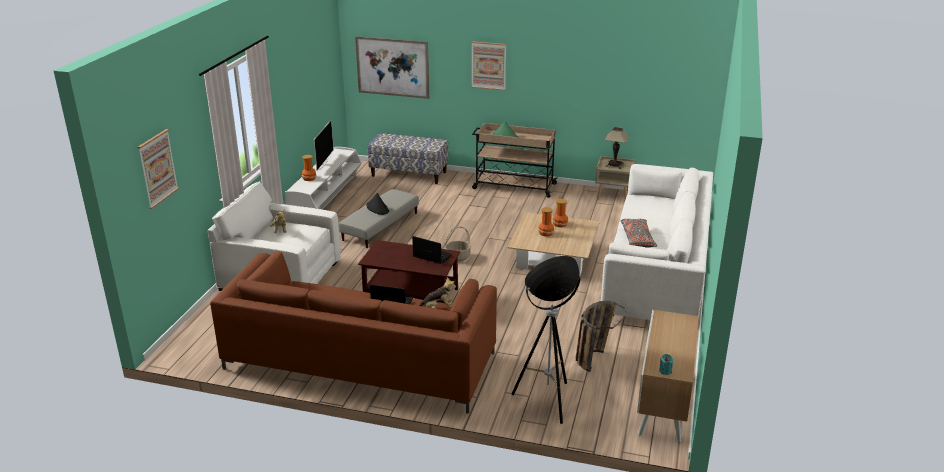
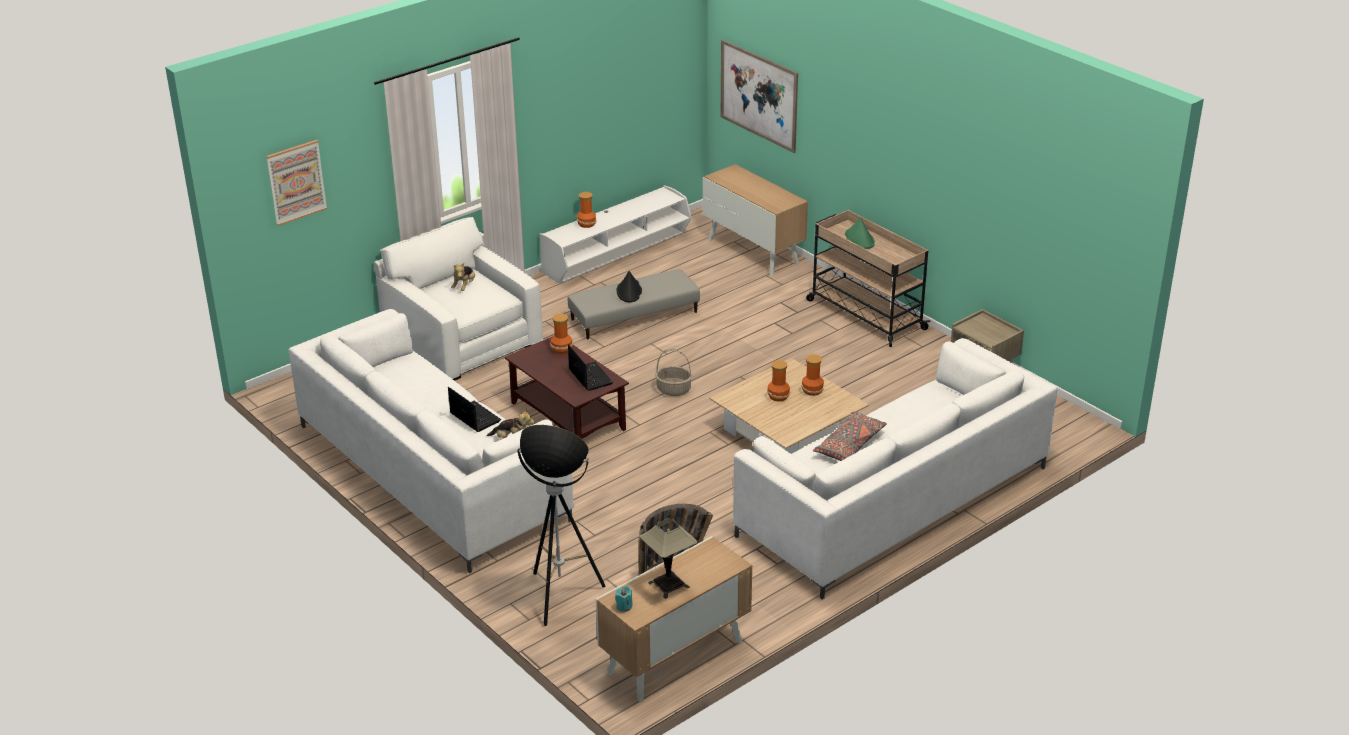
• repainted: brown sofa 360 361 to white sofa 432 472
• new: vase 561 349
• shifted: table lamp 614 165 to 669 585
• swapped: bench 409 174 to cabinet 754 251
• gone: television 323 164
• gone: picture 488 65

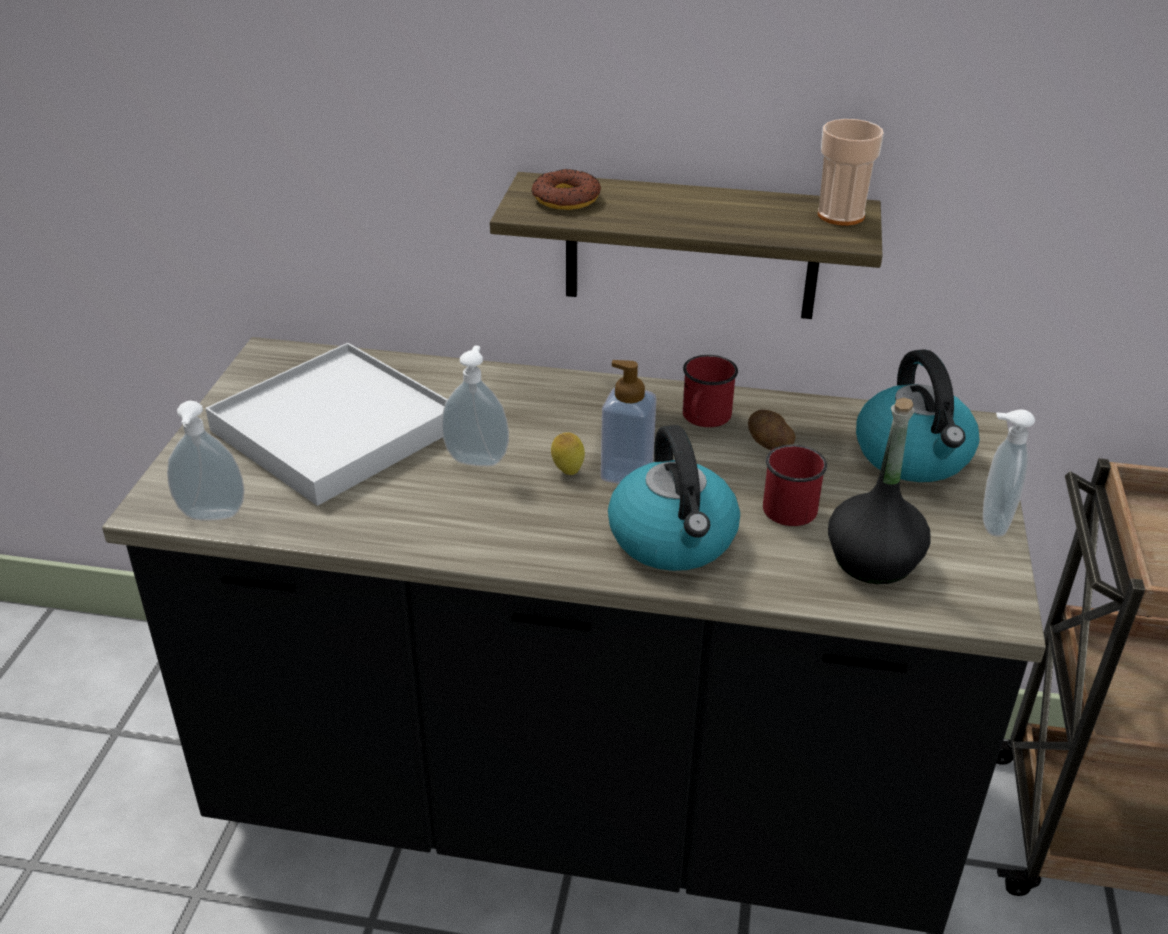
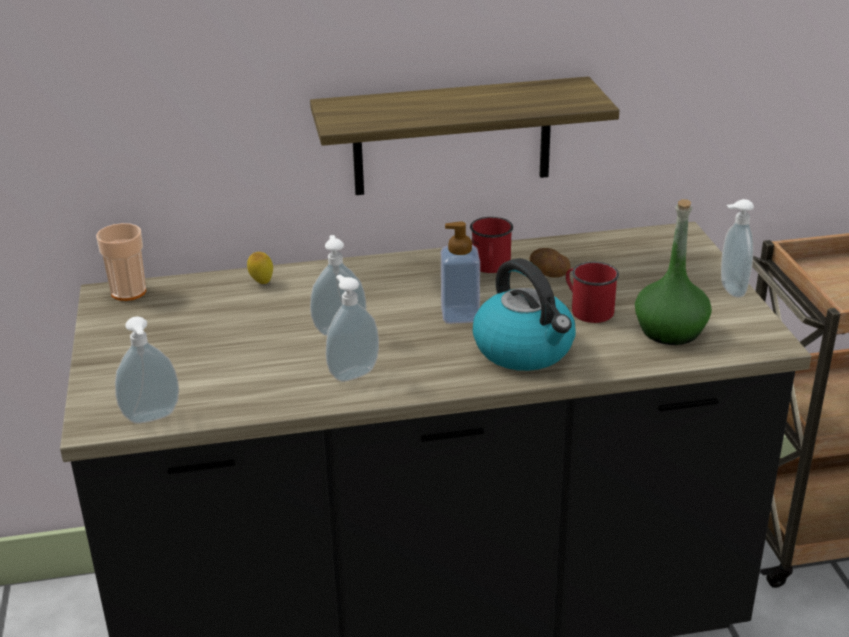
• shifted: cup 840 215 to 128 292
• shifted: lemon 567 472 to 261 282
• new: soap dispenser 352 373
• repainted: black bottle 873 561 to green bottle 670 331
• gone: white tray 335 429
• gone: donut 566 199
• gone: kettle 914 456

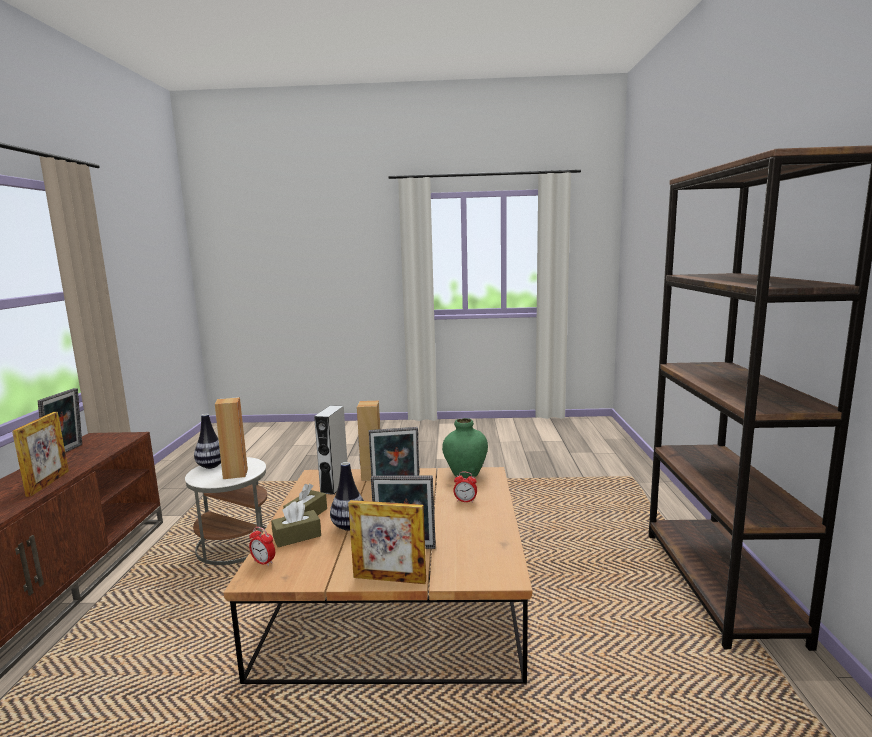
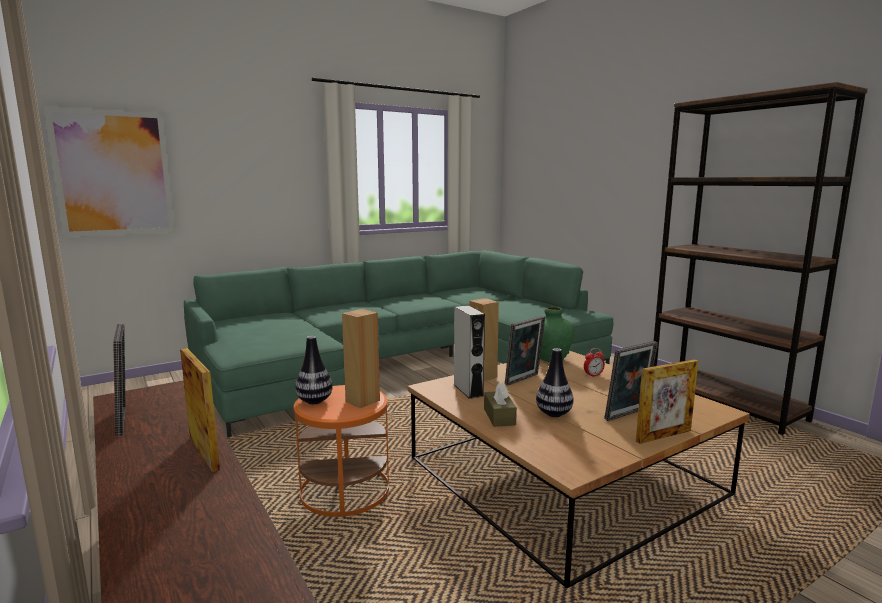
• new: picture 114 173
• new: green sofa 403 364
• repainted: white side table 235 545 to orange side table 344 491
• gone: alarm clock 263 562
• gone: brown tissue box 297 536

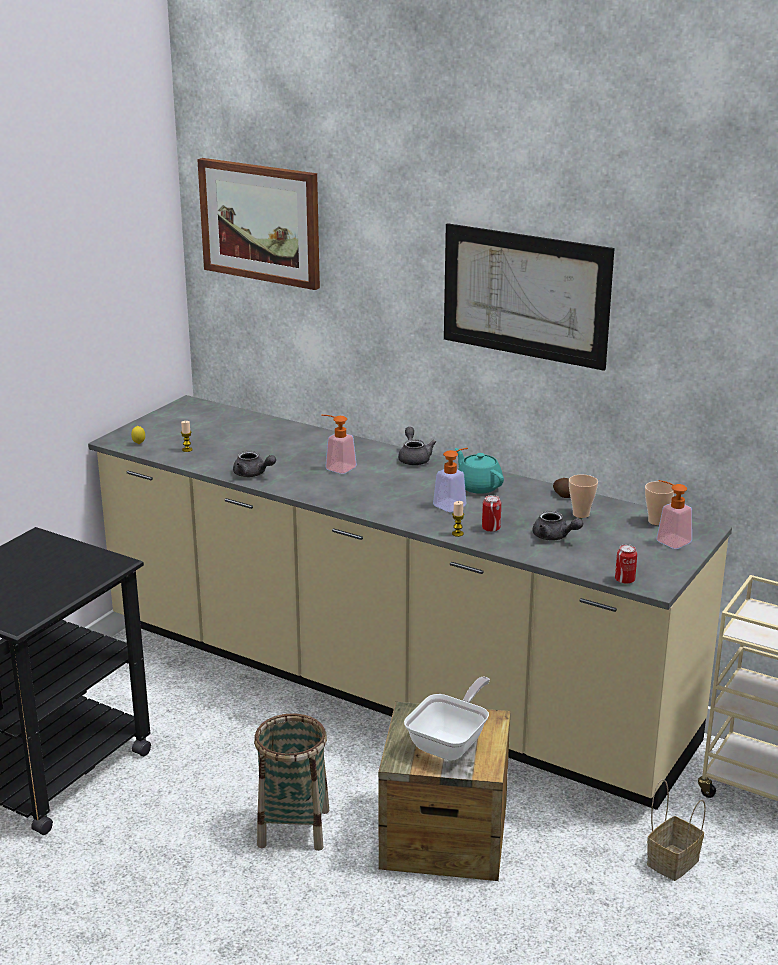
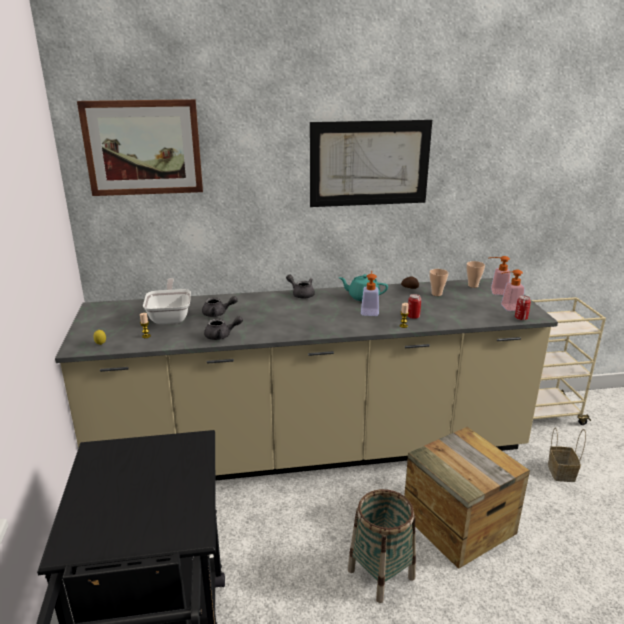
• shifted: frying pan 451 743 to 170 316
• shifted: grey teapot 554 537 to 218 313
• shifted: soap dispenser 336 467 to 507 308

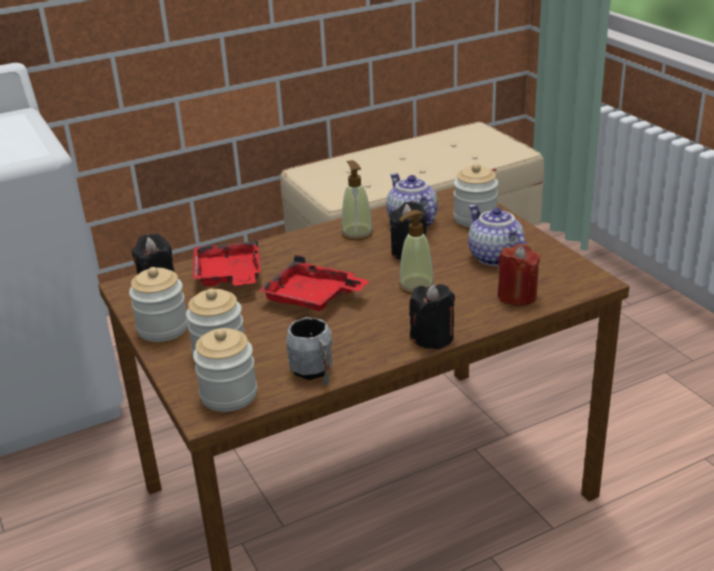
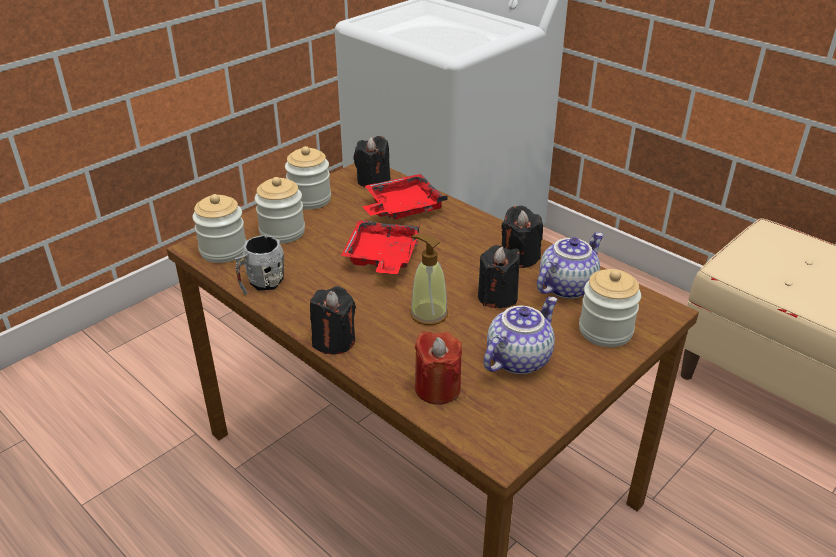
• swapped: soap dispenser 357 233 to black candle 519 257

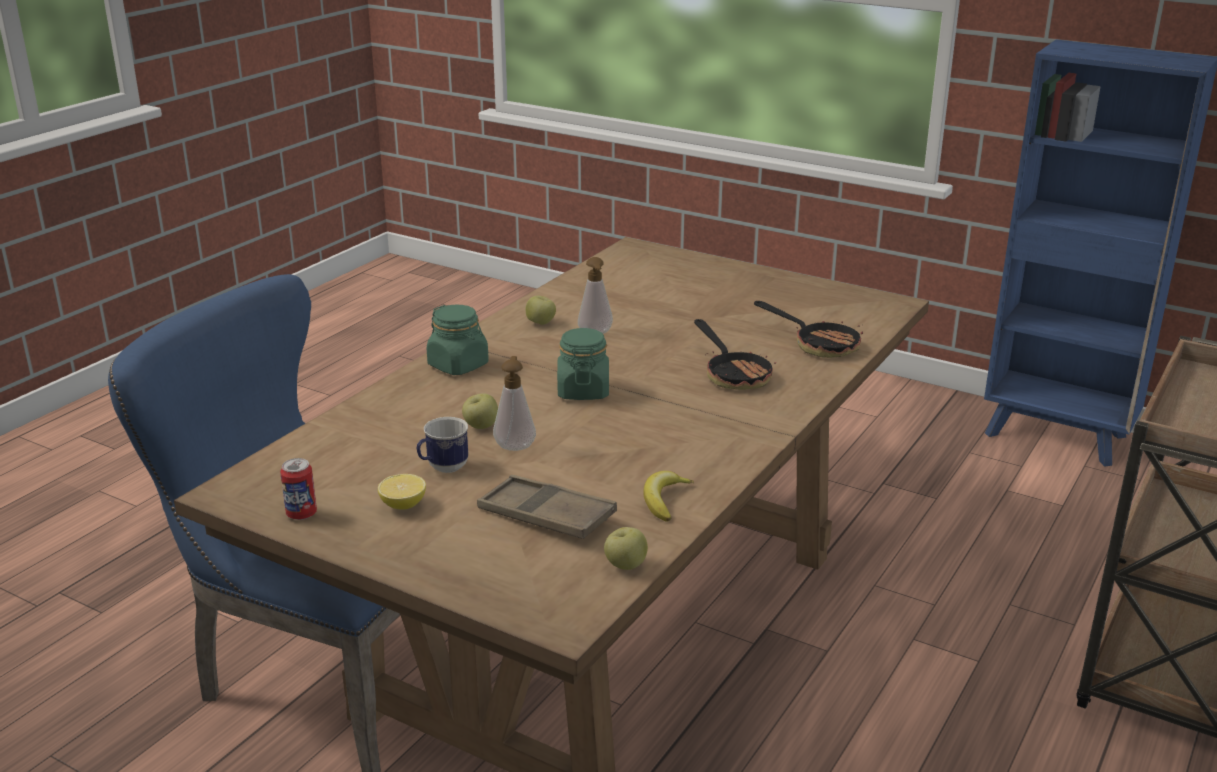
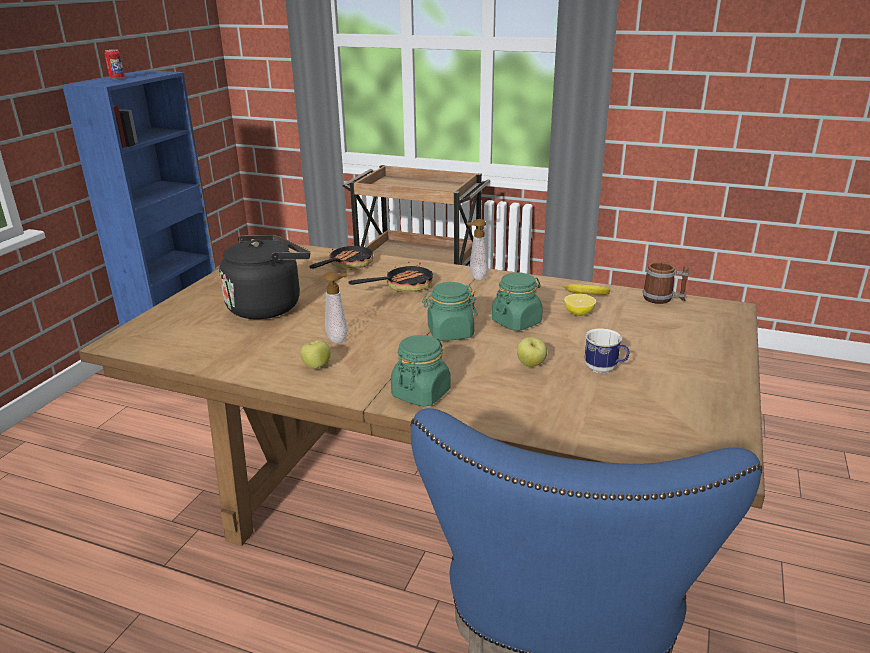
• shifted: can 301 514 to 117 78
• new: black kettle 268 306
• shifted: soap dispenser 515 445 to 476 277
• new: green jar 516 322
• shifted: lemon 403 505 to 578 313
• swapped: apple 625 565 to mug 663 299
• gone: brown tray 546 516

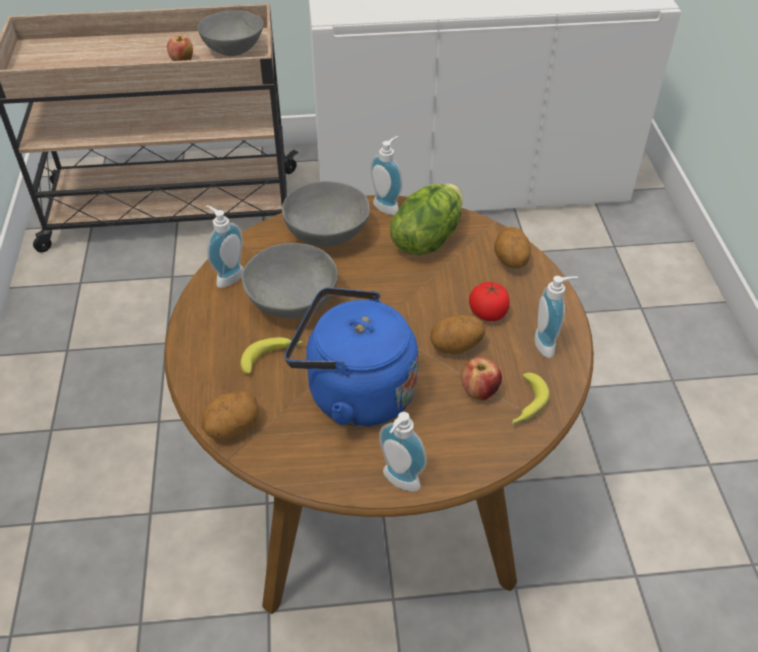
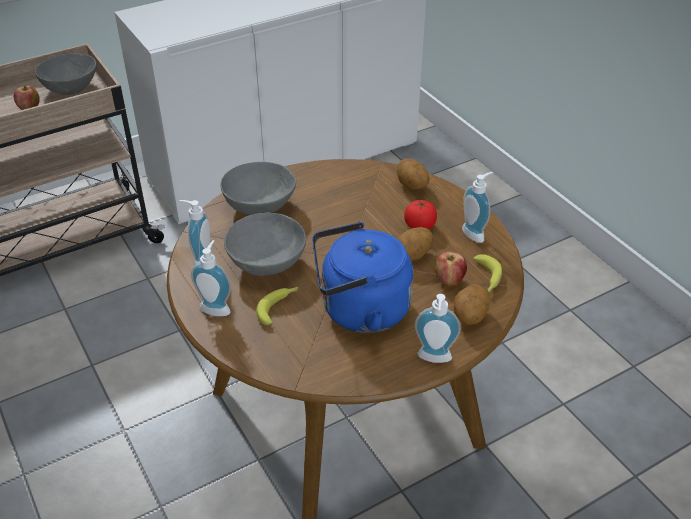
• shifted: soap dispenser 388 206 to 216 307
• shifted: potato 232 427 to 469 316
• gone: lettuce 426 238

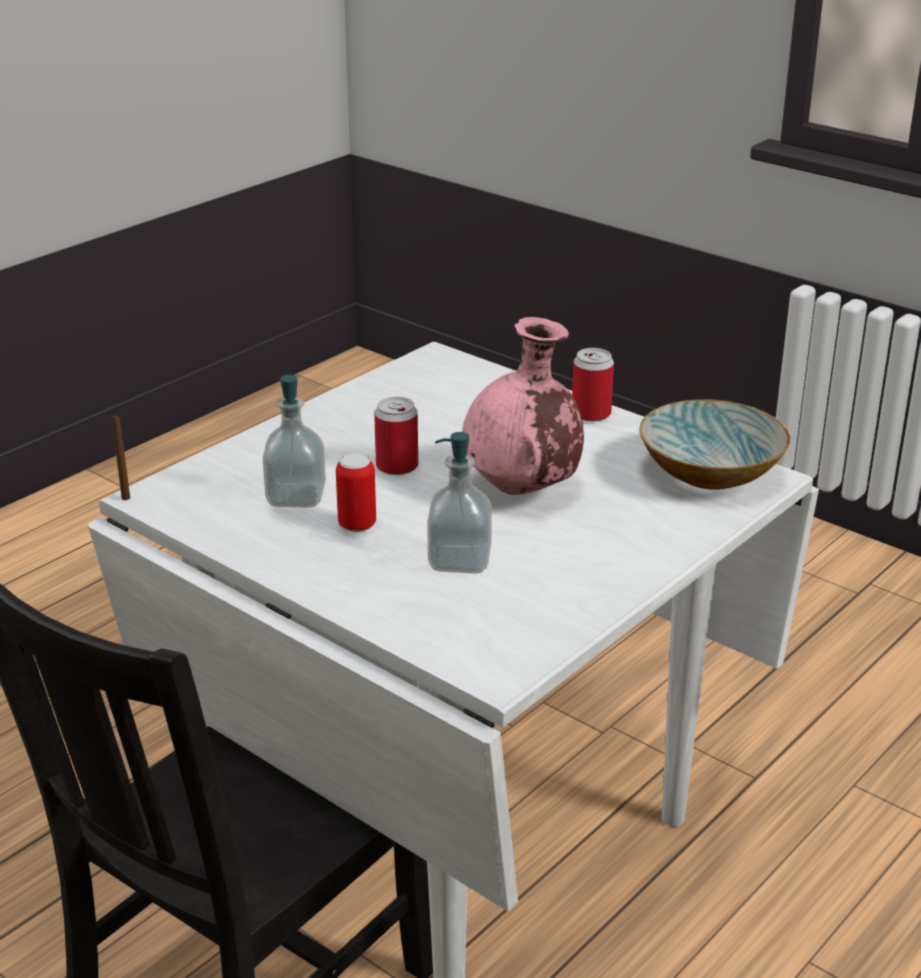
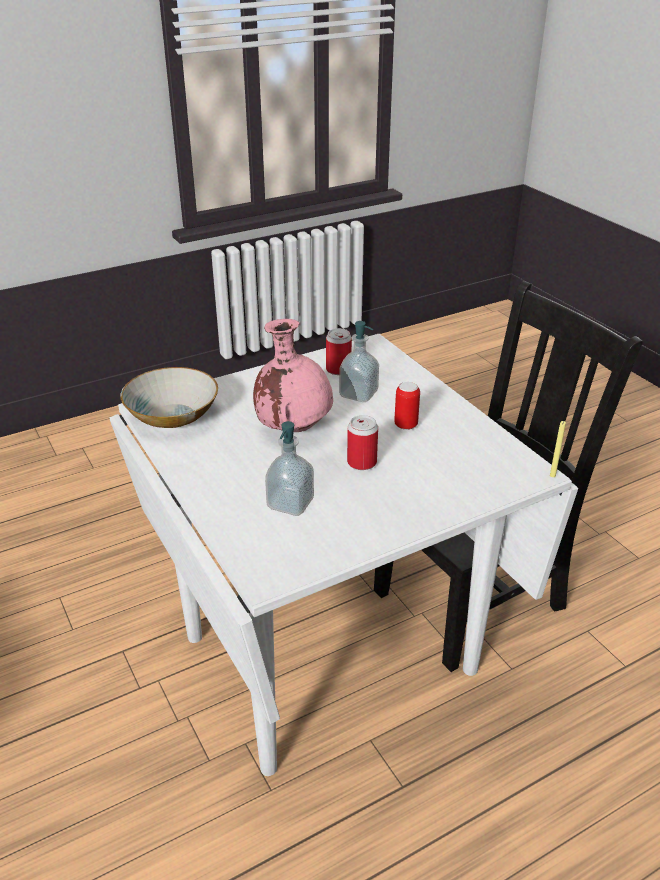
• shifted: soap dispenser 296 497 to 290 503
• shifted: can 591 414 to 338 370
• repainted: brown candle 126 498 to yellow candle 552 475

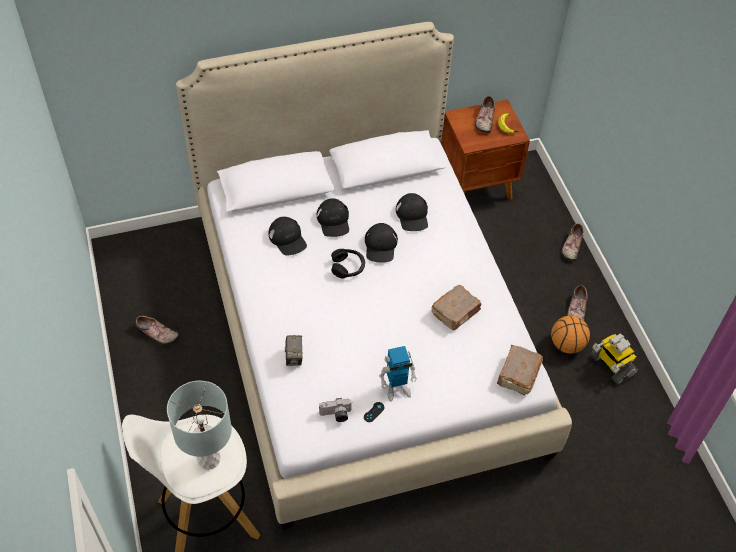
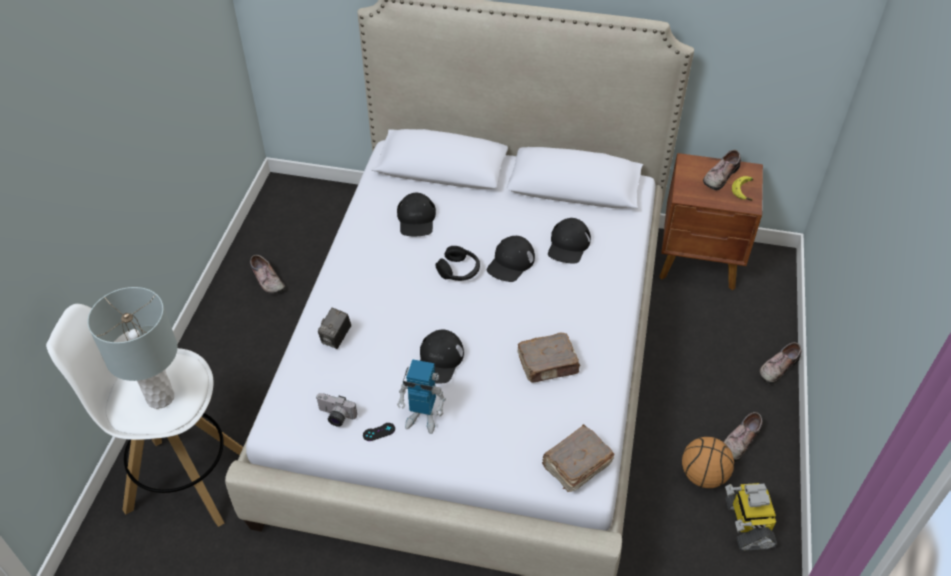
• shifted: black cap 333 221 to 439 360

